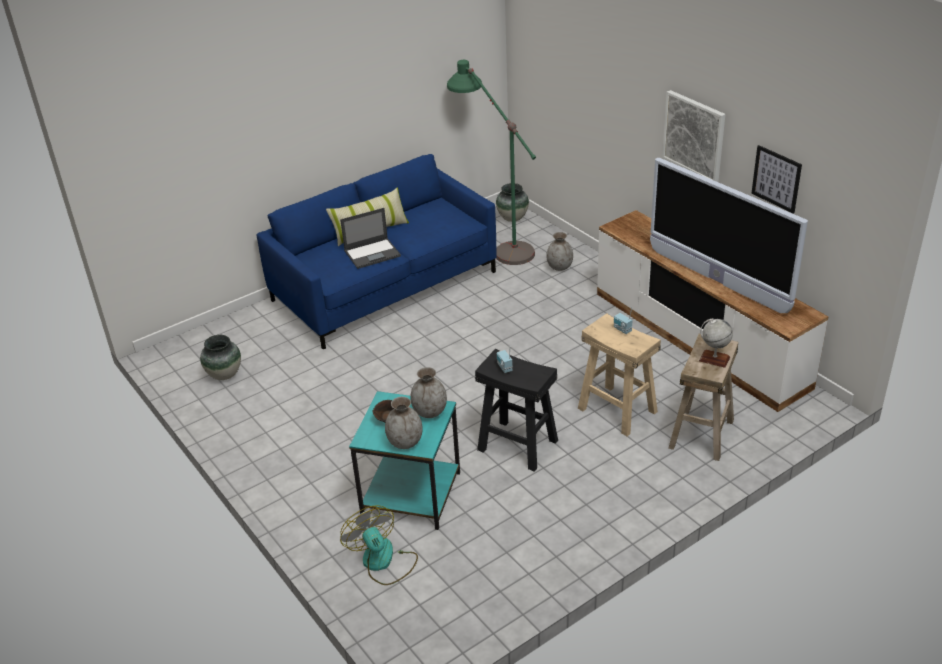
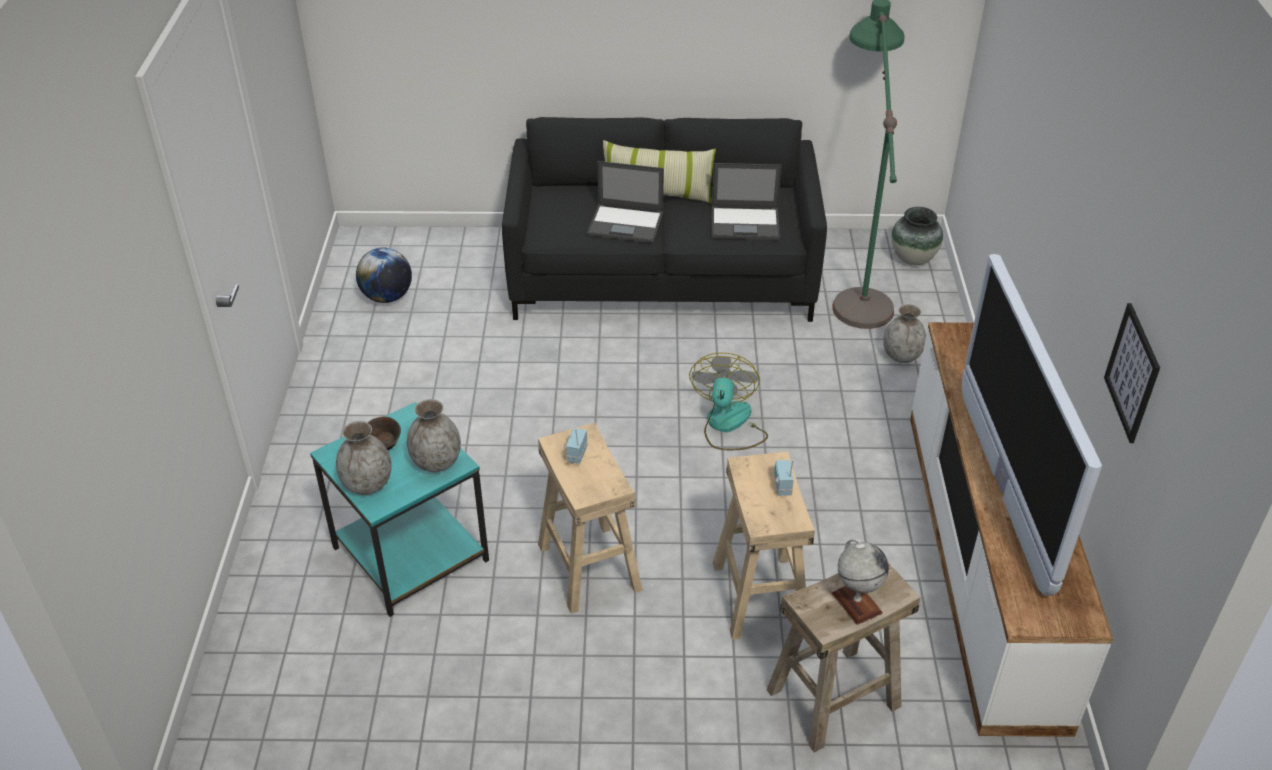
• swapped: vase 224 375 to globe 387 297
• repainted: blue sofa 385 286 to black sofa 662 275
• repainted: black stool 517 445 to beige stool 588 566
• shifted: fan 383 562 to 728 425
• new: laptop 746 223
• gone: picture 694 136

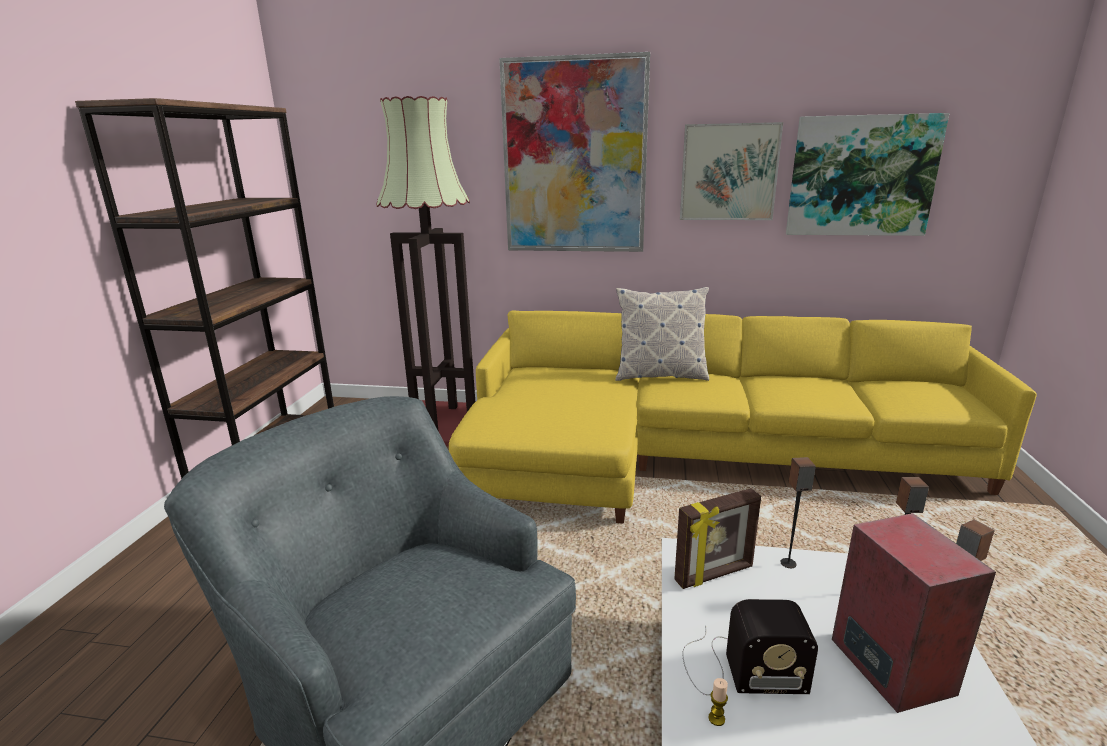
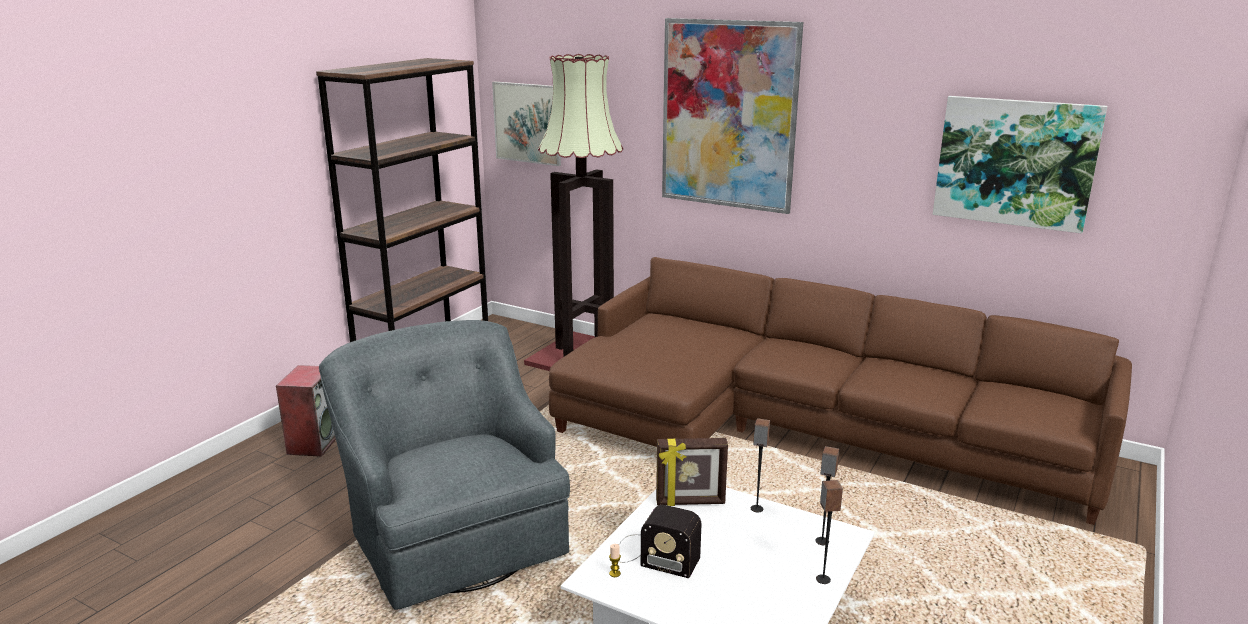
• shifted: speaker 888 665 to 314 443
• shifted: picture 729 172 to 527 123
• repainted: yellow sofa 692 456 to brown sofa 800 428
• gone: pillow 660 375

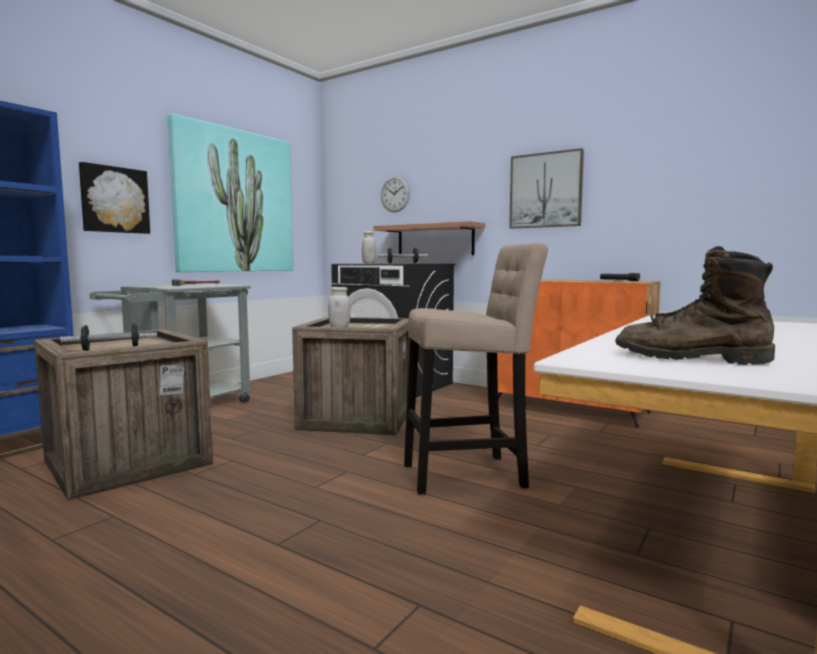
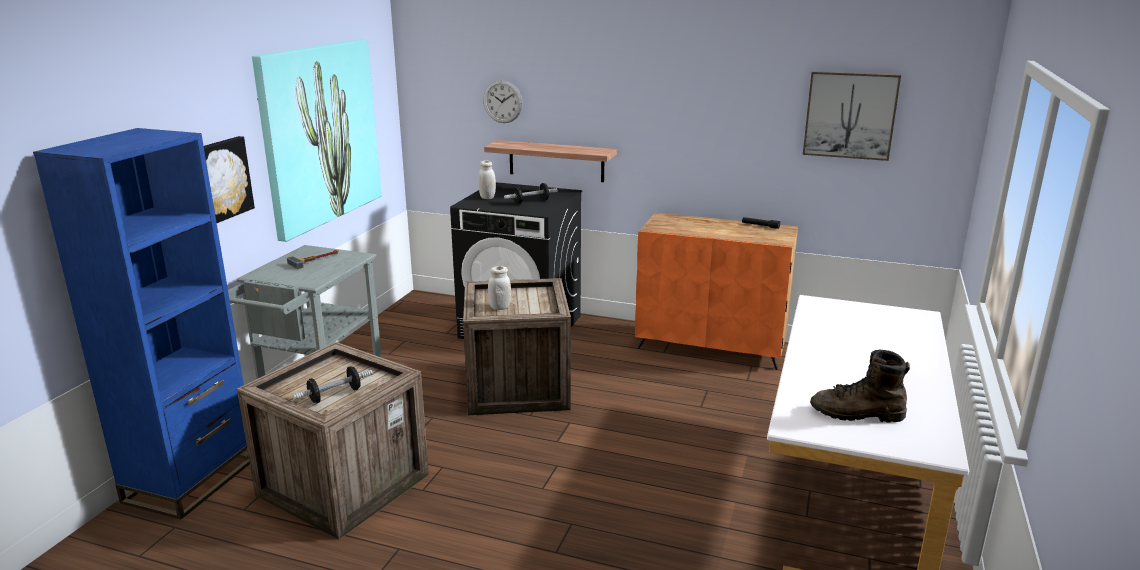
• shifted: picture 546 190 to 850 115
• gone: beige stool 470 475

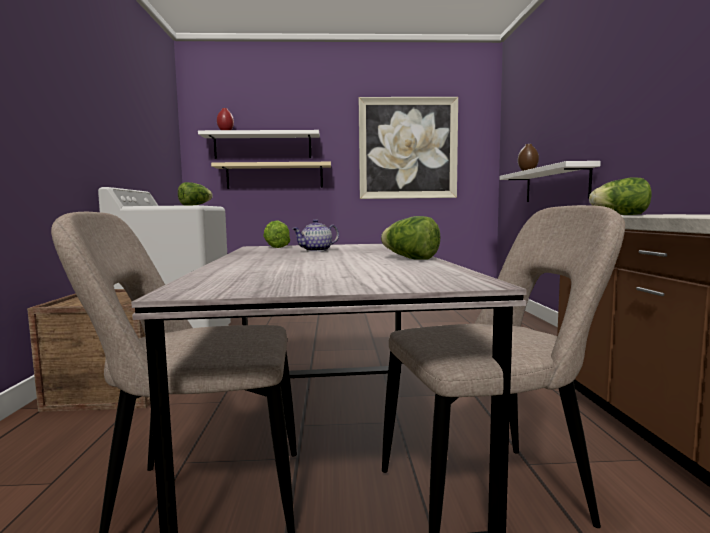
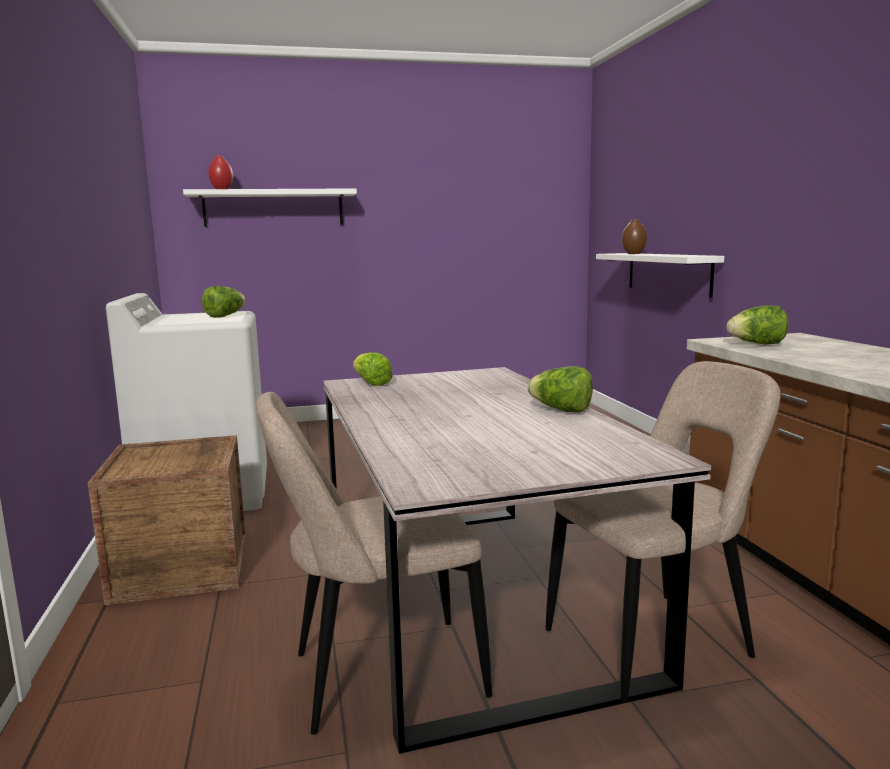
• gone: beige shelf 274 176
• gone: teapot 316 250
• gone: picture 408 148

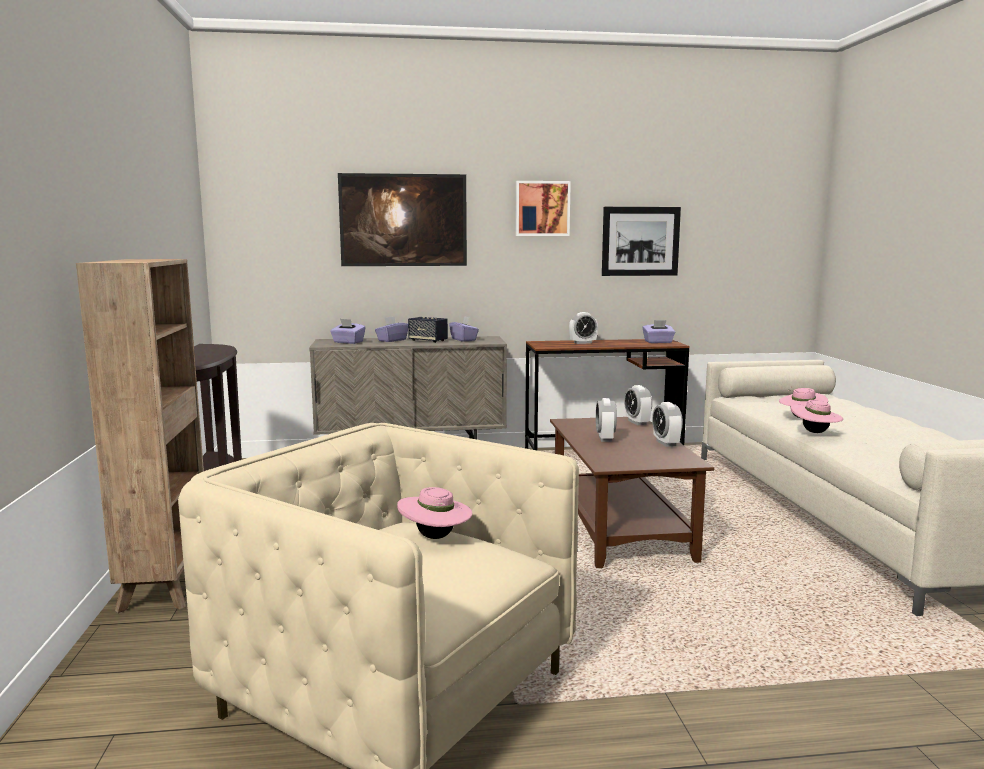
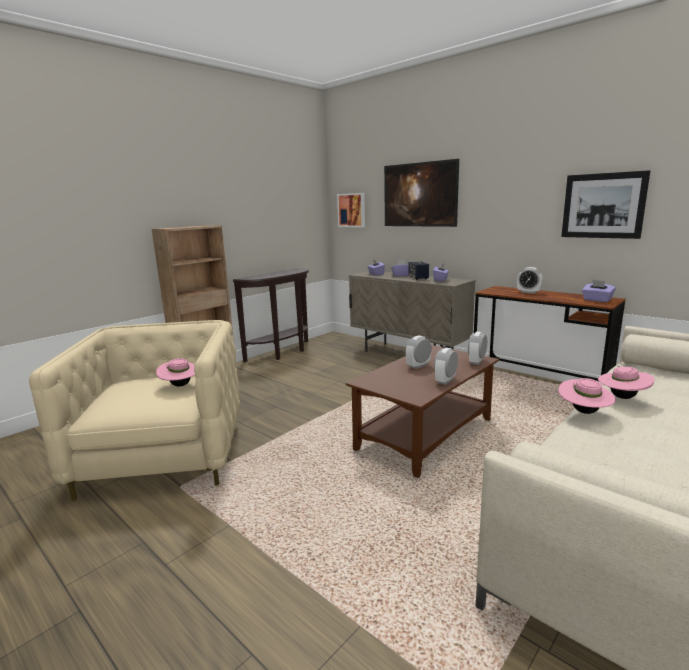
• shifted: picture 542 208 to 352 210

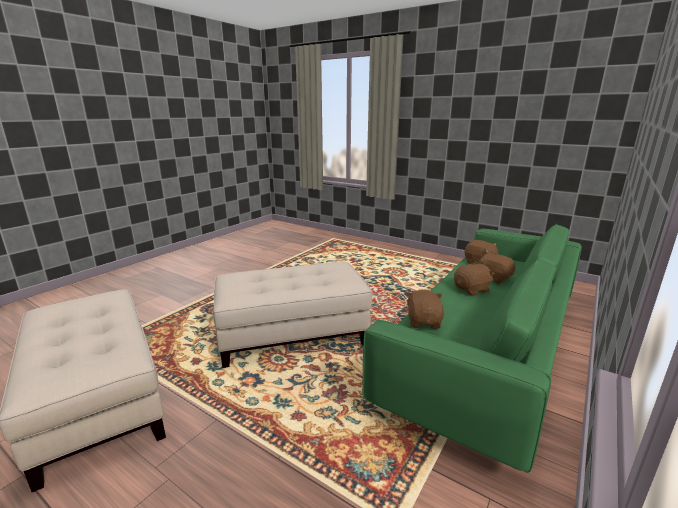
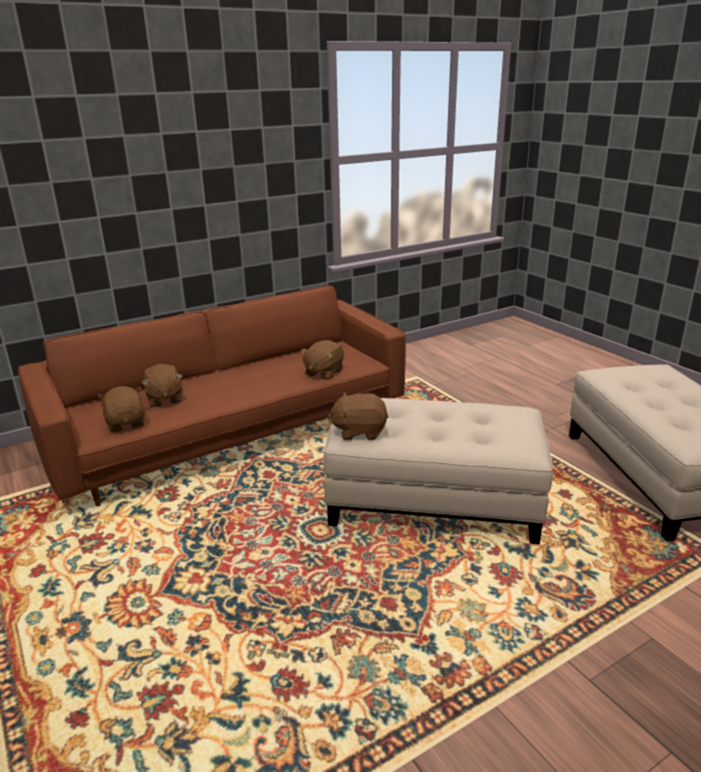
• repainted: green sofa 485 350 to brown sofa 230 433
• shifted: brown plush toy 472 290 to 359 431

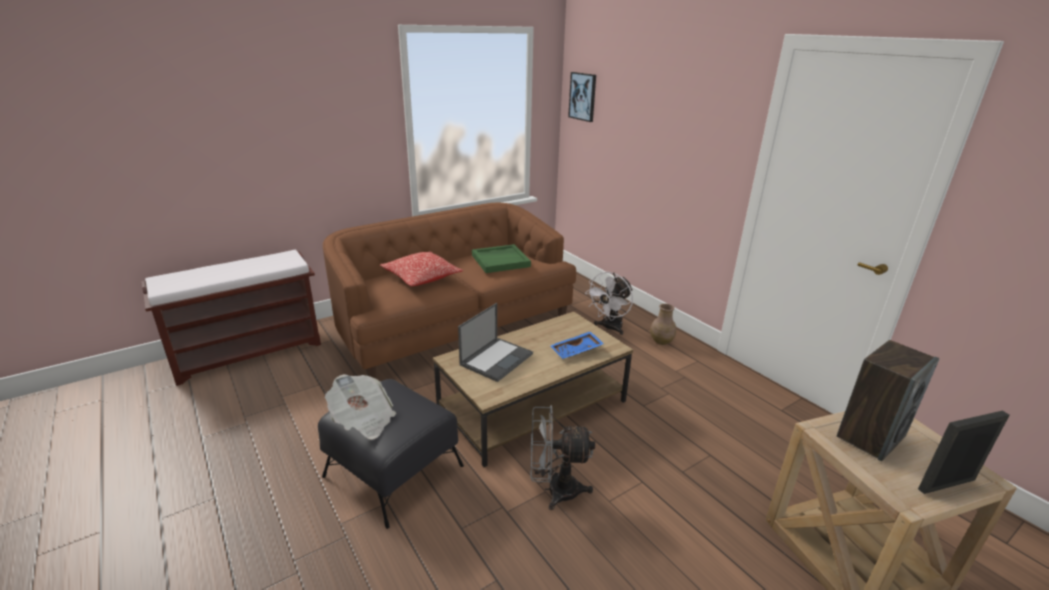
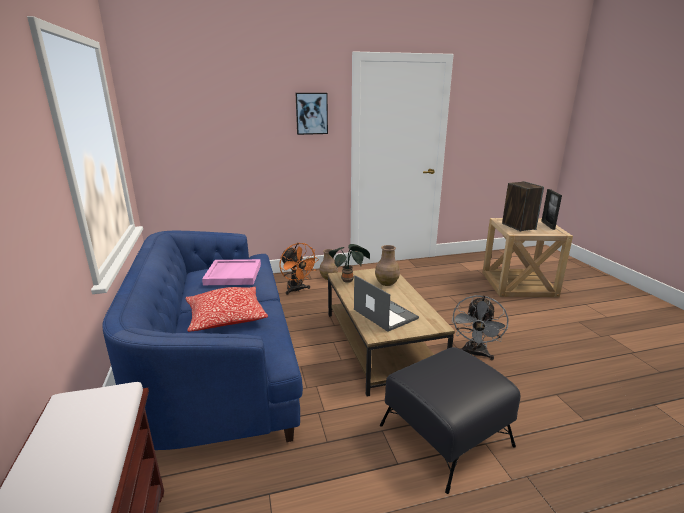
• repainted: brown sofa 453 325 to blue sofa 220 364
• repainted: green tray 501 260 to pink tray 233 274
• repainted: white fan 609 328 to orange fan 297 290
• shifted: picture 583 96 to 311 113
• new: potted plant 348 280
• swapped: blue tray 576 351 to brown vase 387 283
• gone: newspaper 363 419

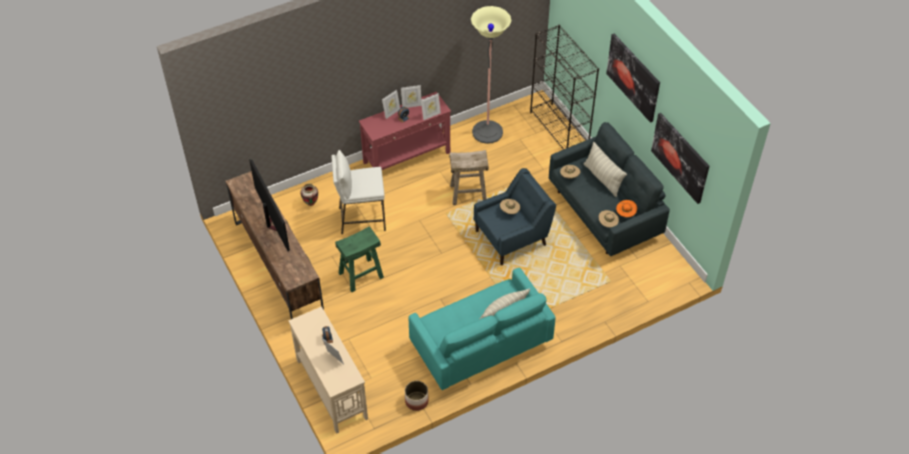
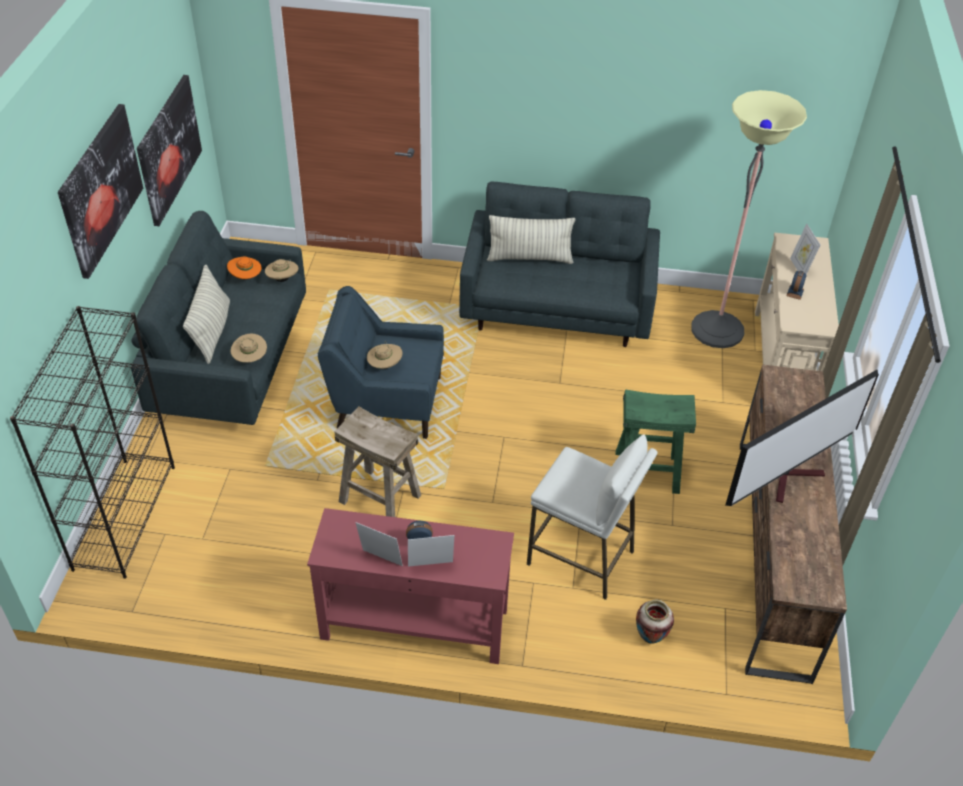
• repainted: turquoise sofa 480 346 to grey sofa 557 310
• shifted: floor lamp 487 132 to 717 330
• rotated: television 273 223 = 793 478 135 degrees counterclockwise
• gone: planter 416 401
• gone: picture frame 431 115

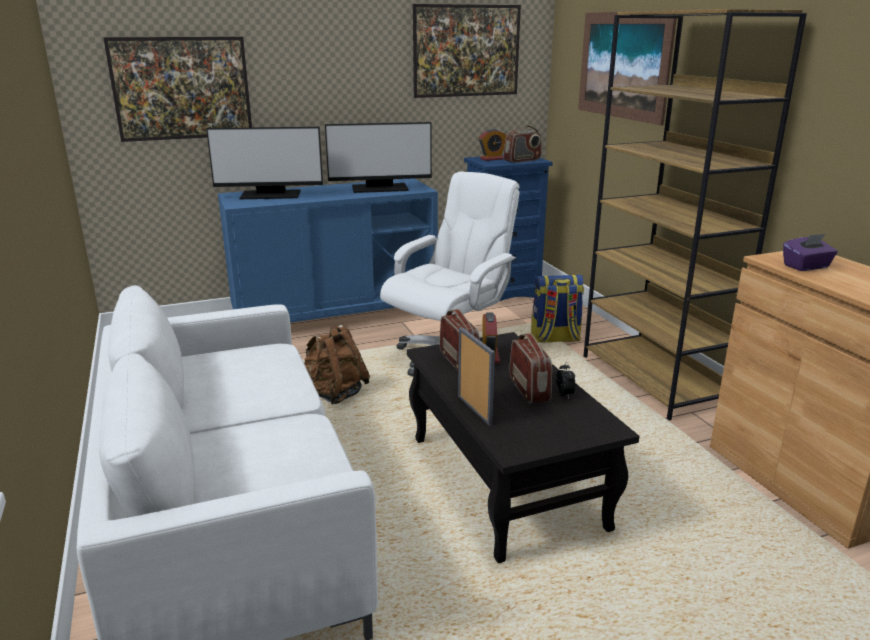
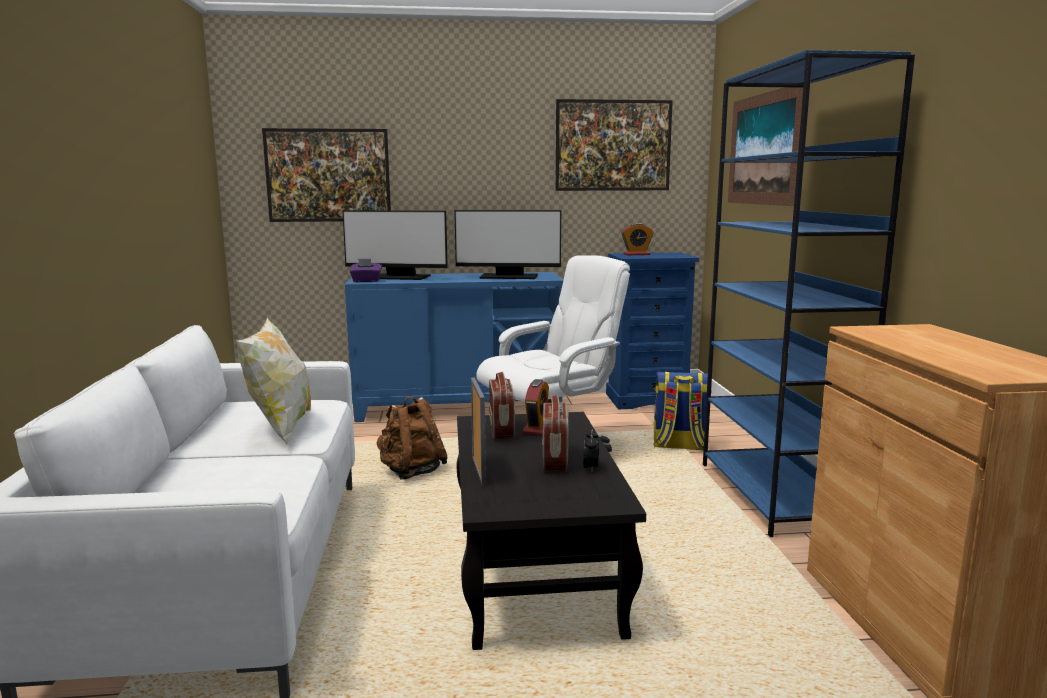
• new: pillow 281 427
• shifted: purple tissue box 806 267 to 366 281
• repainted: brown bookcase 654 379 to blue bookcase 775 495
• gone: radio 522 160

